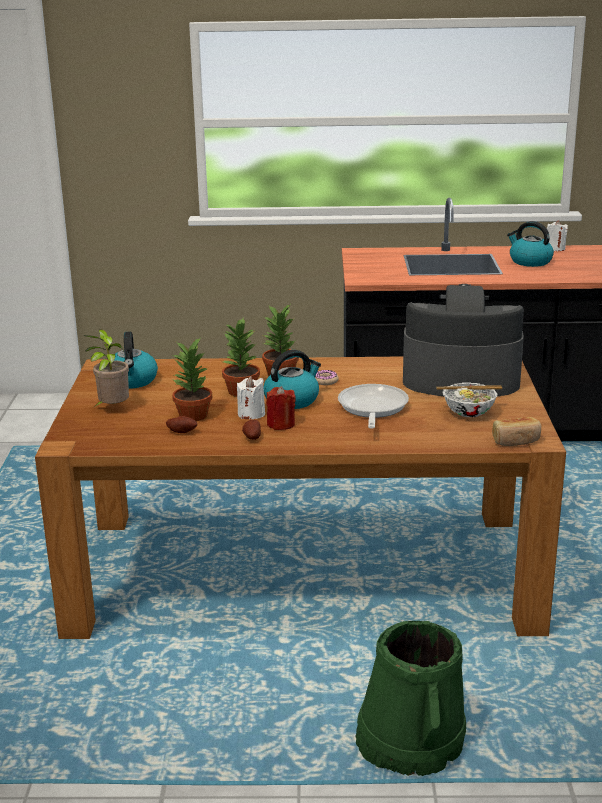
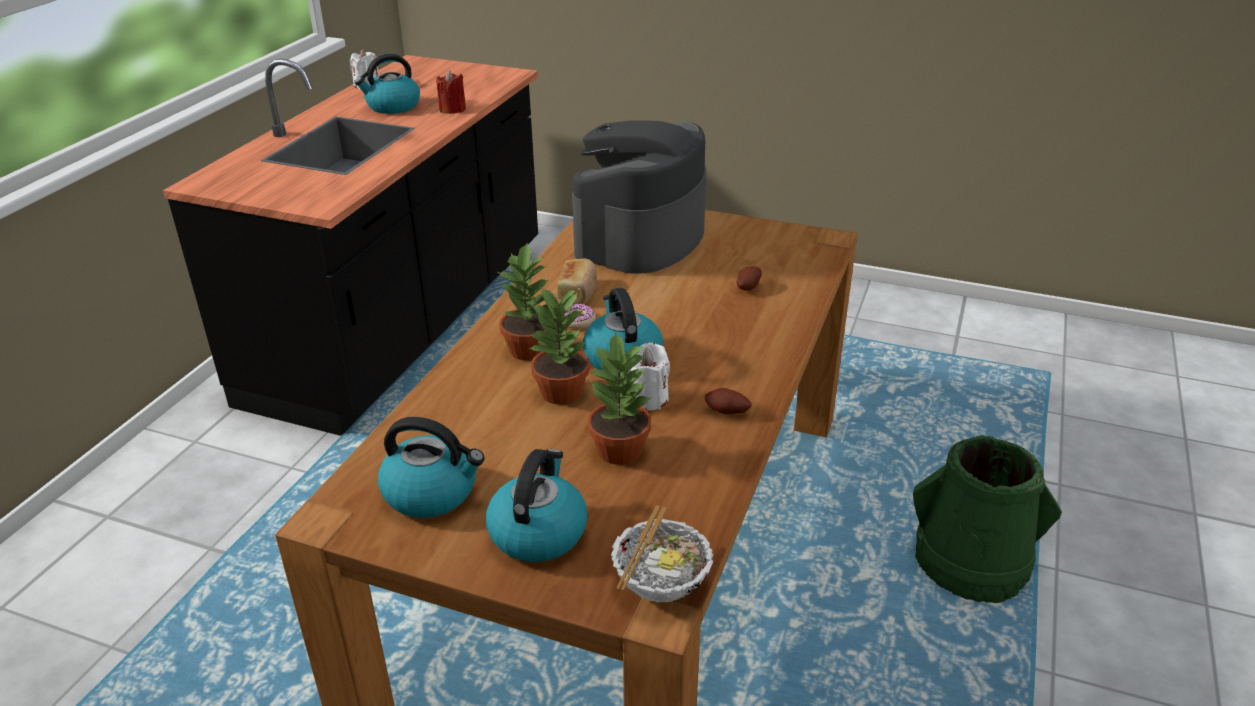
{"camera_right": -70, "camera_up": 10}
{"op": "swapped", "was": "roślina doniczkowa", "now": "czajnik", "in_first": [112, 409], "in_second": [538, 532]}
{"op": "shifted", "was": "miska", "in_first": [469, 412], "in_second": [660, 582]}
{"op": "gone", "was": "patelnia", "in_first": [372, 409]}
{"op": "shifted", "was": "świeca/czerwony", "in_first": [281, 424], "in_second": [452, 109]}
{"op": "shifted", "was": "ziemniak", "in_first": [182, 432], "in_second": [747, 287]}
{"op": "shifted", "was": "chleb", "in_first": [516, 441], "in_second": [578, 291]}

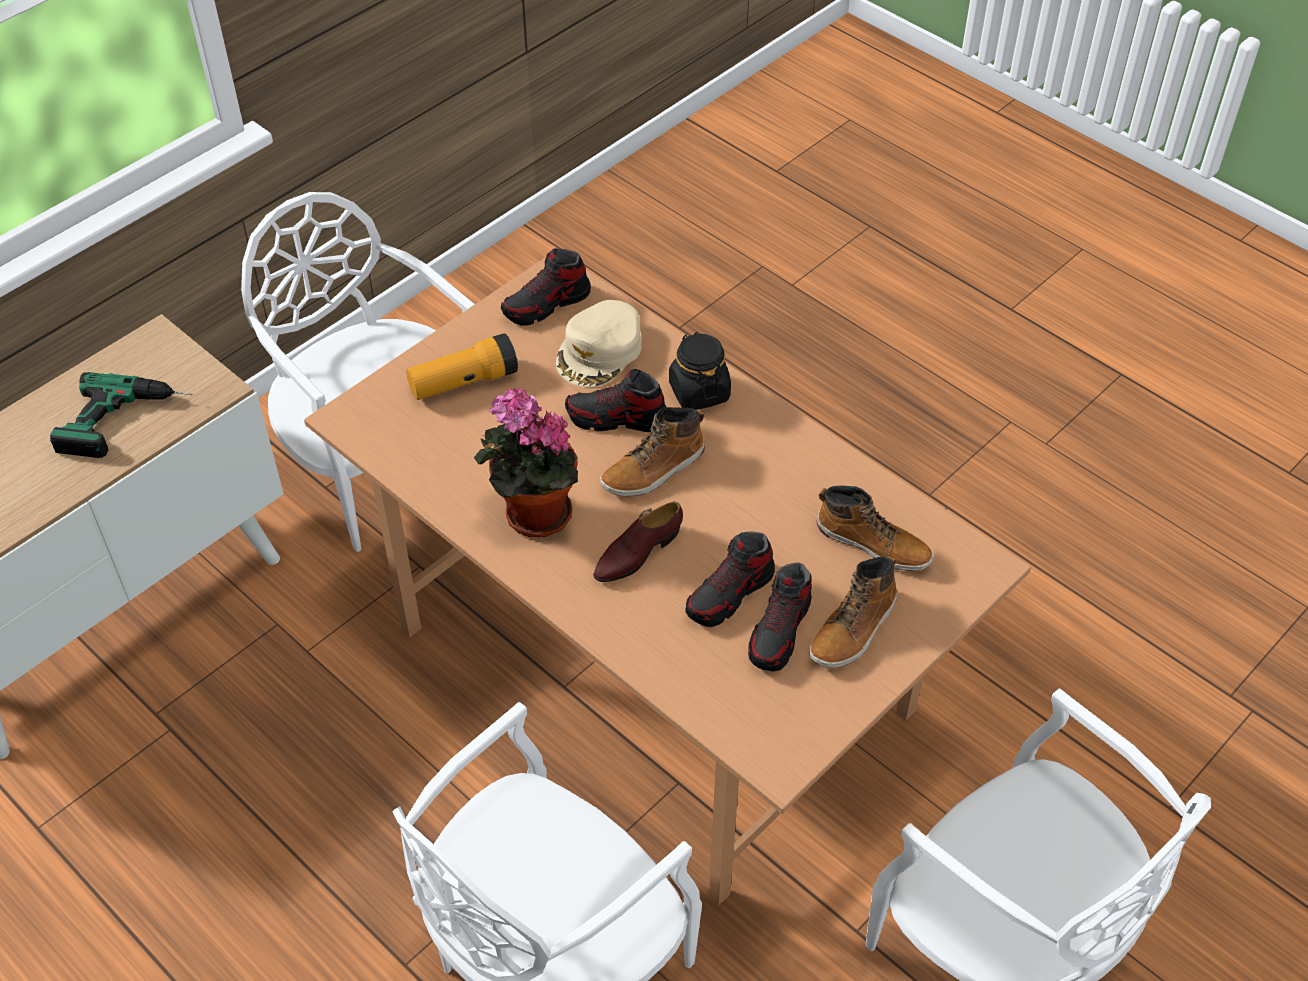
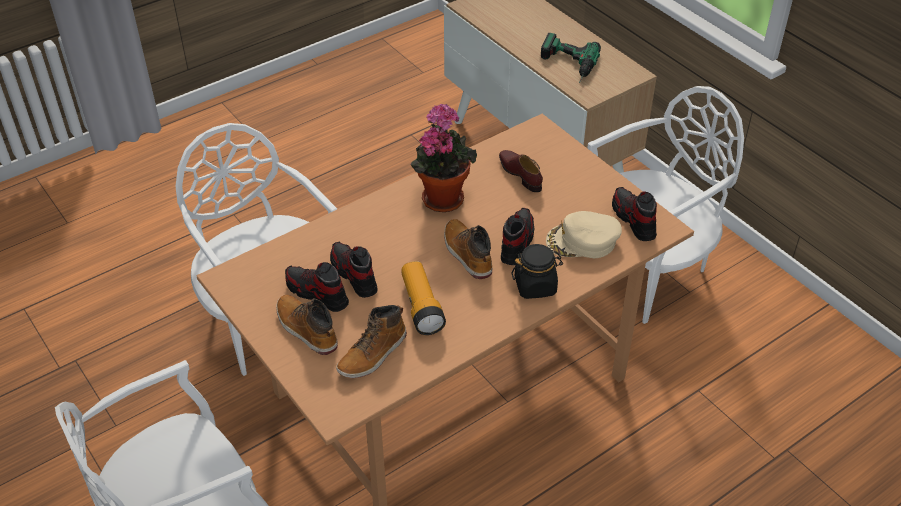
{"camera_right": 100, "camera_up": -5}
{"op": "rotated", "was": "czapka z daszkiem/beżowy", "in_first": [600, 351], "in_second": [583, 241], "clockwise": -45}
{"op": "shifted", "was": "latarka", "in_first": [464, 382], "in_second": [421, 307]}
{"op": "shifted", "was": "but/brązowy", "in_first": [637, 553], "in_second": [520, 174]}

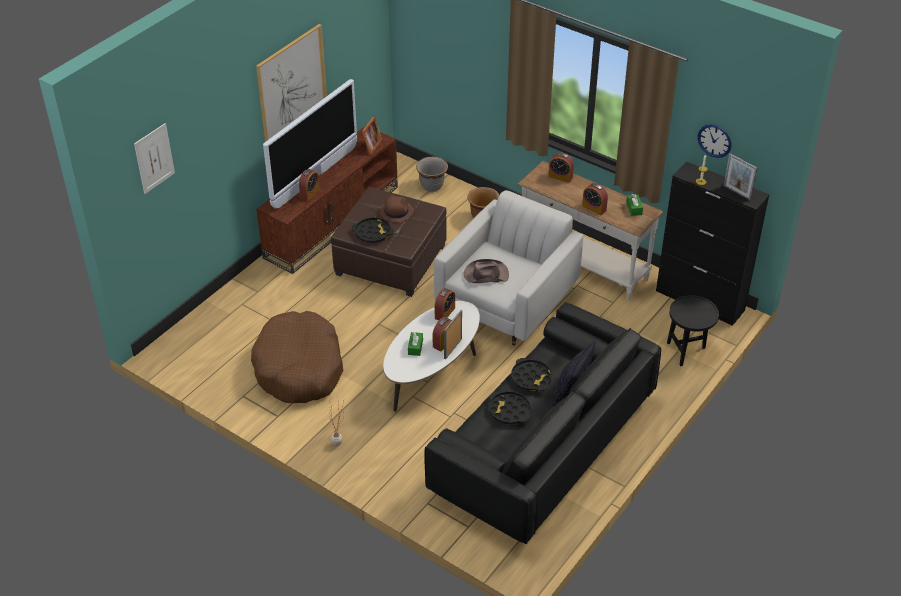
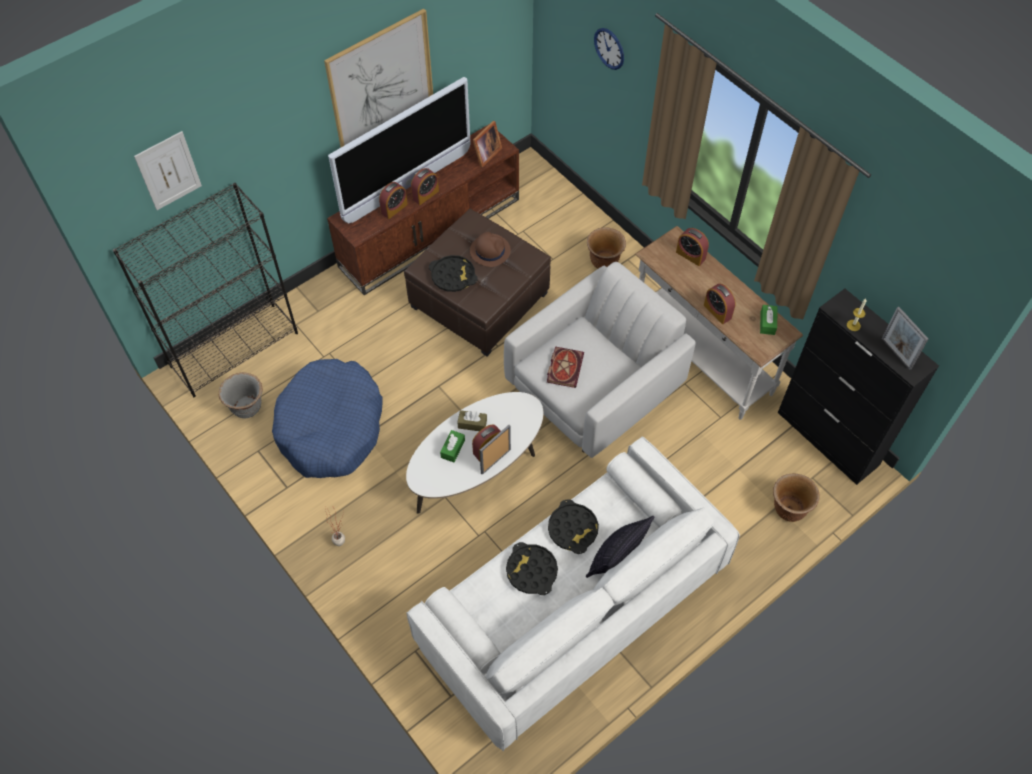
{"camera_right": 15, "camera_up": 15}
{"op": "shifted", "was": "zegar ścienny", "in_first": [714, 140], "in_second": [609, 48]}
{"op": "shifted", "was": "donica/szary", "in_first": [432, 186], "in_second": [247, 408]}
{"op": "swapped", "was": "kapelusz/brązowy", "now": "książka", "in_first": [485, 274], "in_second": [564, 367]}
{"op": "shifted", "was": "budzik", "in_first": [444, 313], "in_second": [425, 195]}
{"op": "swapped", "was": "stolik/czarny", "now": "donica/brązowy", "in_first": [687, 351], "in_second": [788, 509]}
{"op": "repainted", "was": "kanapa/czarny", "now": "kanapa/biały", "in_first": [543, 448], "in_second": [571, 608]}
{"op": "repainted", "was": "legowisko/brązowy", "now": "legowisko/niebieski", "in_first": [299, 368], "in_second": [331, 427]}
{"op": "new", "now": "regał/czarny", "in_second": [235, 349]}
{"op": "new", "now": "pudełko chusteczek/brązowy", "in_second": [472, 424]}

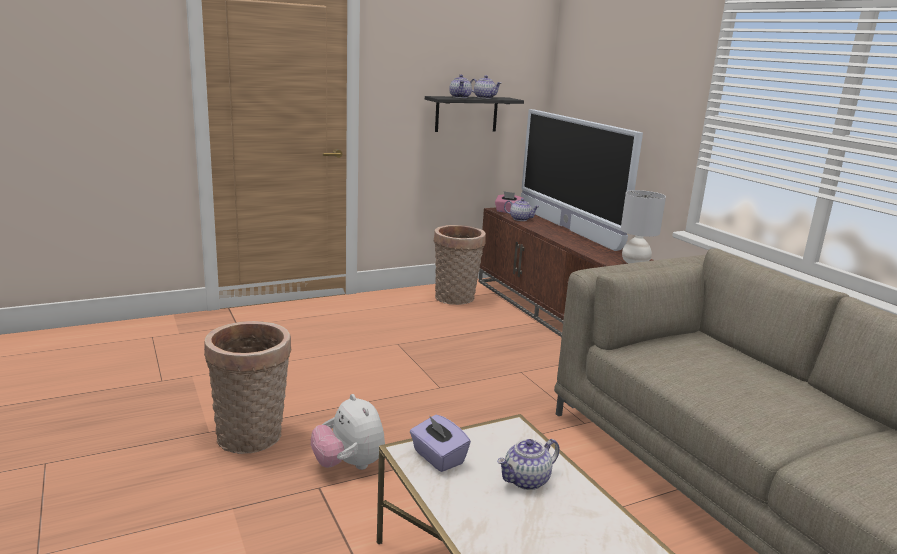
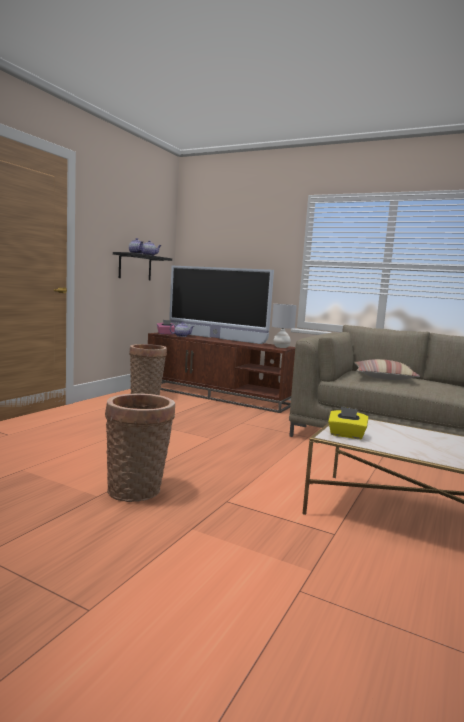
{"camera_right": -35, "camera_up": -10}
{"op": "gone", "was": "pluszak", "in_first": [349, 465]}
{"op": "repainted", "was": "pudełko chusteczek/fioletowy", "now": "pudełko chusteczek/żółty", "in_first": [437, 457], "in_second": [346, 435]}
{"op": "gone", "was": "imbryk", "in_first": [526, 480]}
{"op": "new", "now": "poduszka", "in_second": [383, 377]}

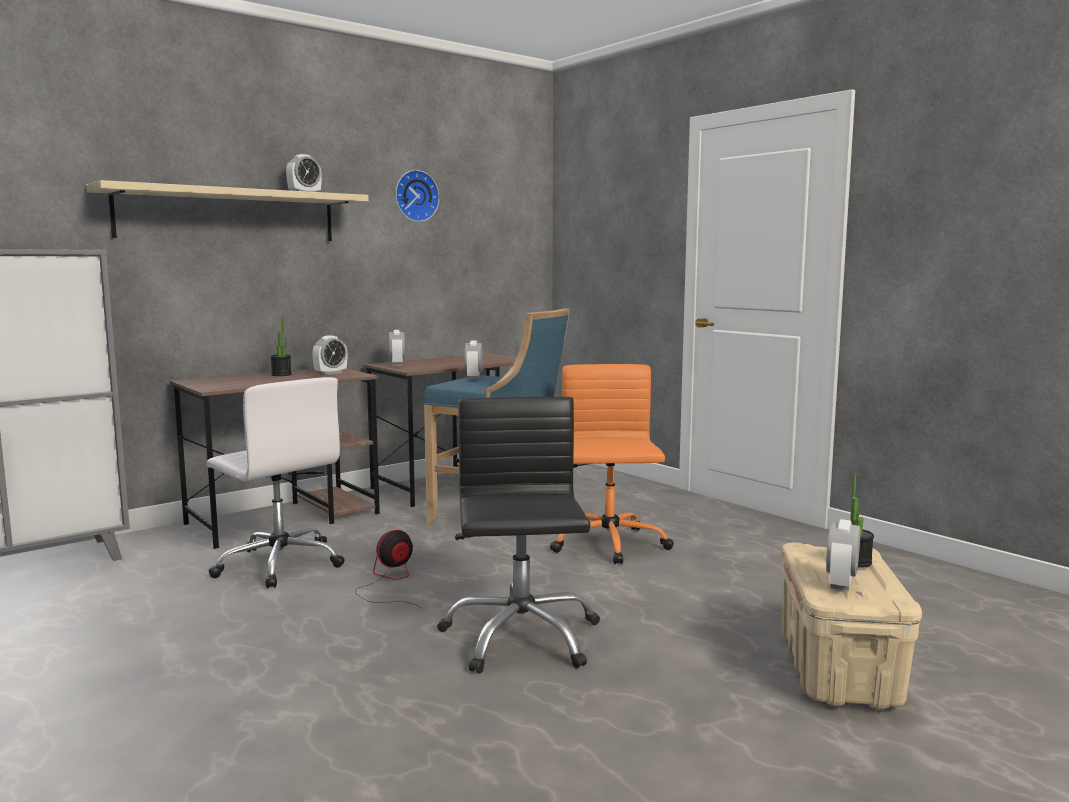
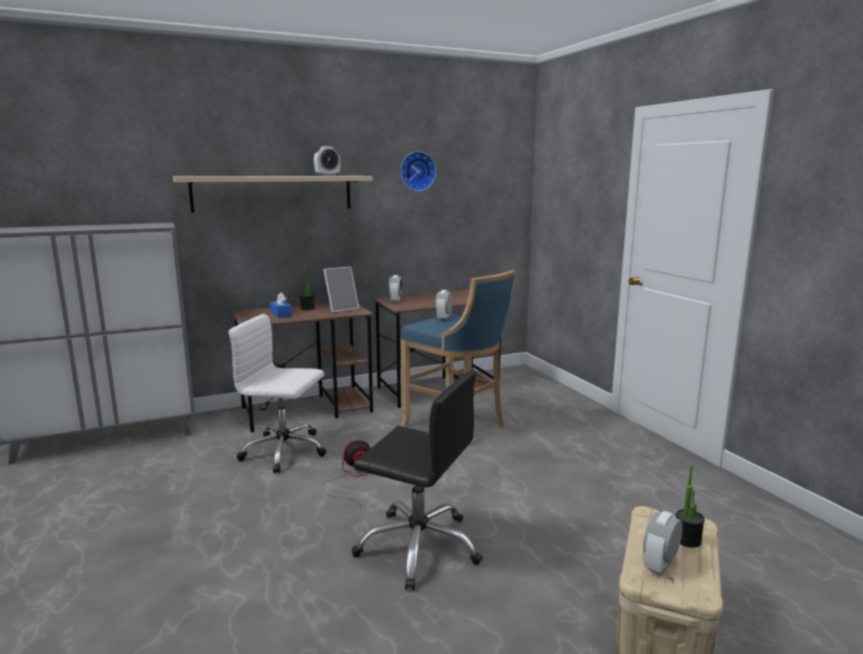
{"camera_right": 15, "camera_up": 5}
{"op": "swapped", "was": "budzik", "now": "ramka na zdjęcie", "in_first": [330, 373], "in_second": [341, 309]}
{"op": "gone", "was": "krzesło biurowe/pomarańczowy", "in_first": [609, 545]}
{"op": "rotated", "was": "krzesło biurowe/biały", "in_first": [279, 564], "in_second": [285, 451], "clockwise": 135}
{"op": "rotated", "was": "krzesło biurowe/czarny", "in_first": [520, 637], "in_second": [419, 546], "clockwise": 105}
{"op": "new", "now": "pudełko chusteczek/niebieski", "in_second": [281, 314]}

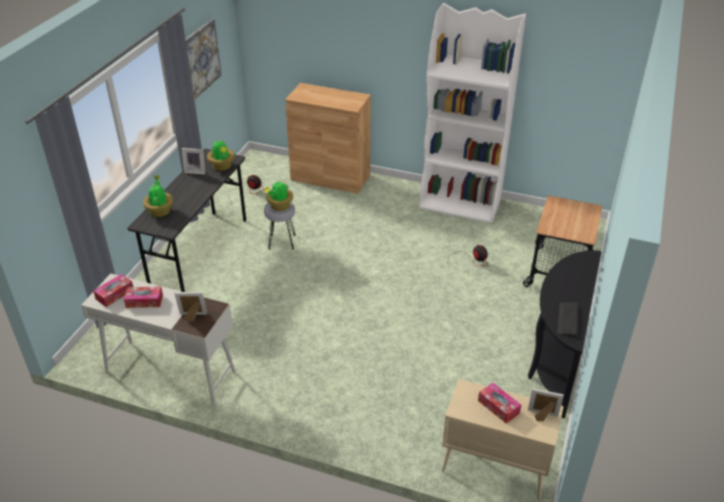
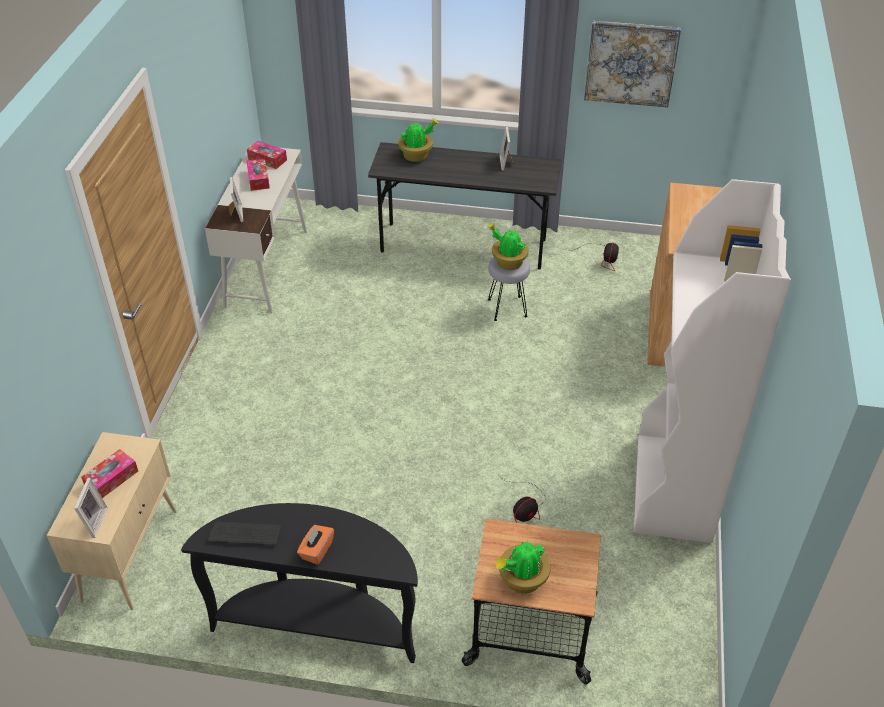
{"camera_right": 80, "camera_up": 5}
{"op": "shifted", "was": "roślina doniczkowa", "in_first": [222, 166], "in_second": [521, 581]}
{"op": "new", "now": "pudełko chusteczek/pomarańczowy", "in_second": [316, 551]}

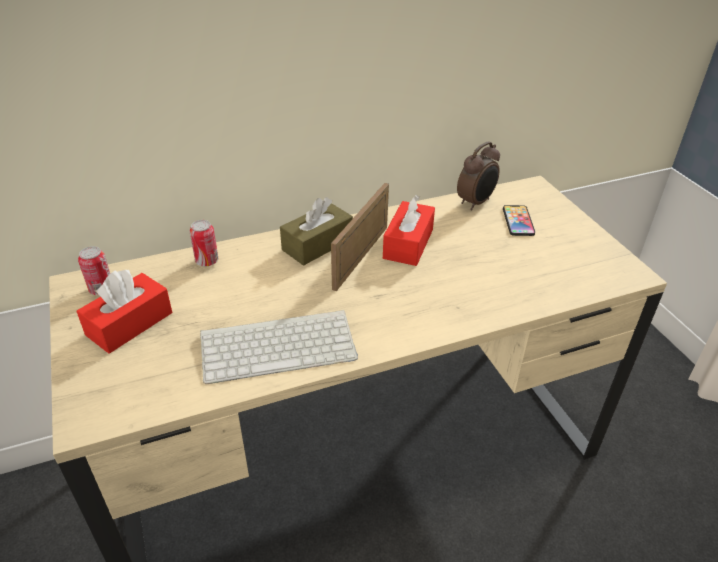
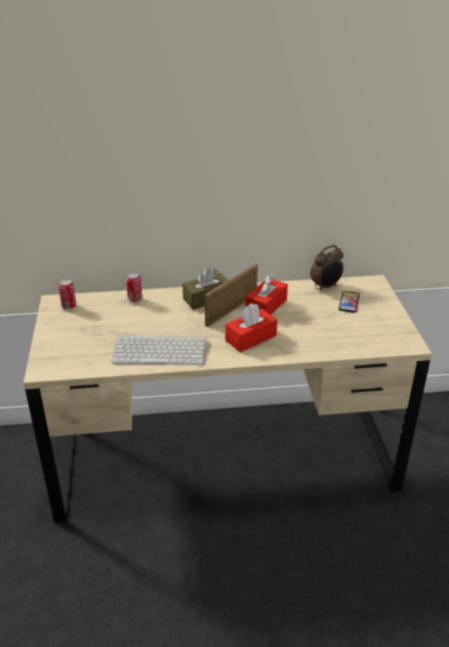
{"camera_right": 15, "camera_up": -5}
{"op": "shifted", "was": "pudełko chusteczek/czerwony", "in_first": [129, 324], "in_second": [251, 338]}

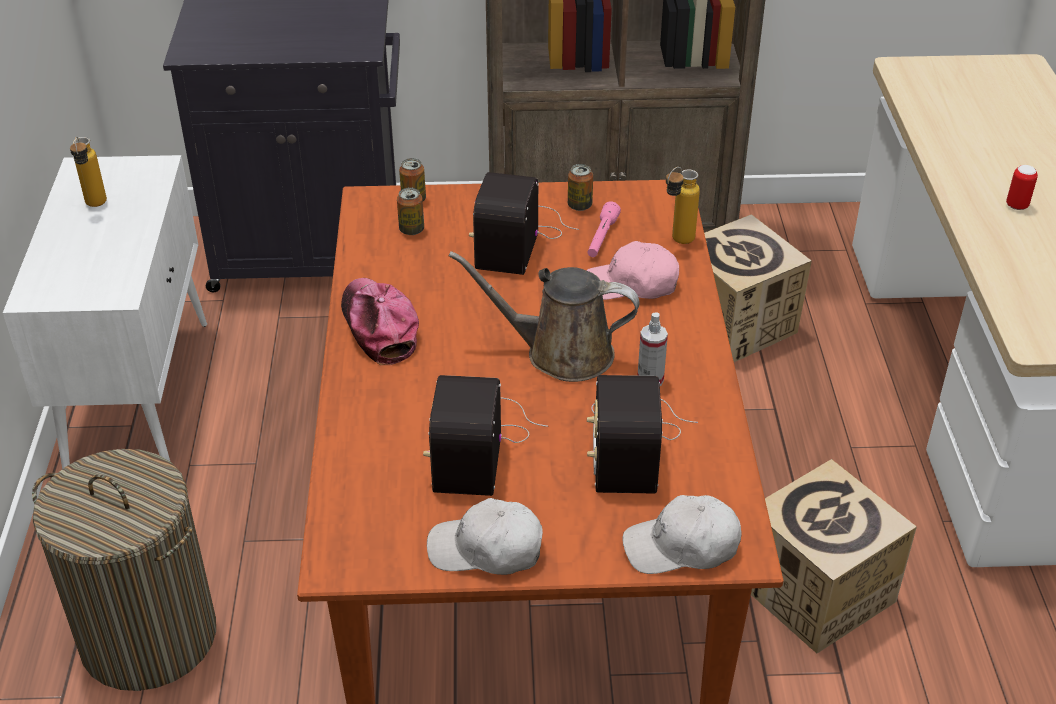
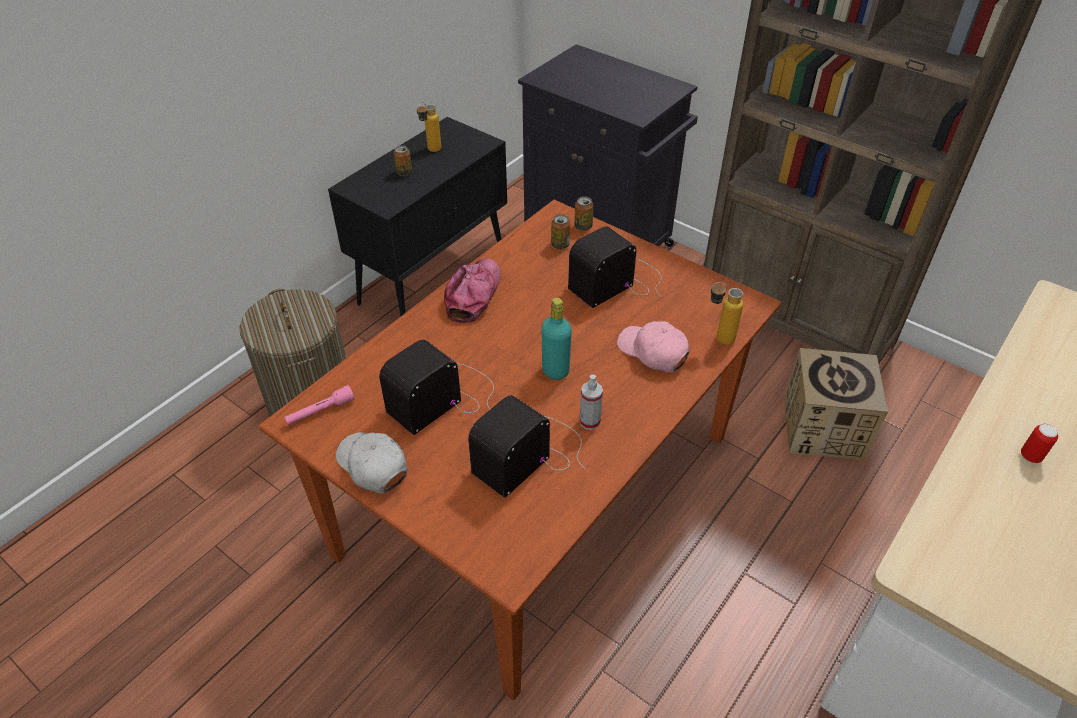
{"camera_right": 40, "camera_up": 5}
{"op": "repainted", "was": "szafka/biały", "now": "szafka/czarny", "in_first": [140, 396], "in_second": [434, 278]}
{"op": "shifted", "was": "puszka", "in_first": [579, 205], "in_second": [404, 173]}
{"op": "shifted", "was": "latarka/różowy", "in_first": [601, 238], "in_second": [320, 411]}
{"op": "swapped", "was": "konewka/brązowy", "now": "butelka/turkusowy", "in_first": [560, 353], "in_second": [555, 371]}
{"op": "gone", "was": "karton", "in_first": [816, 592]}
{"op": "gone", "was": "czapka z daszkiem/biały", "in_first": [682, 547]}

